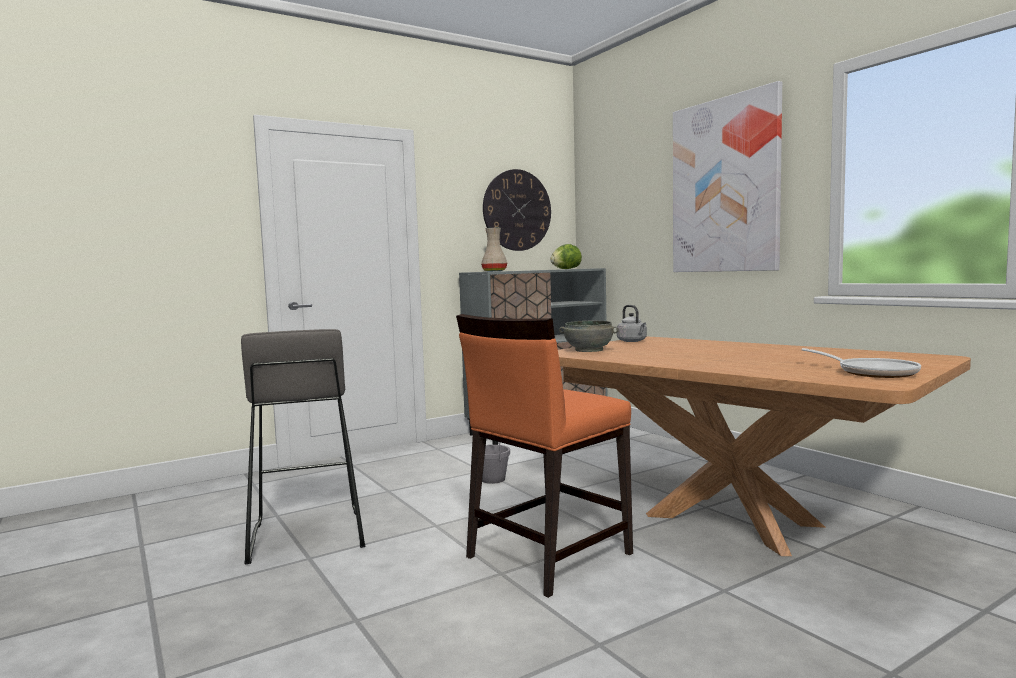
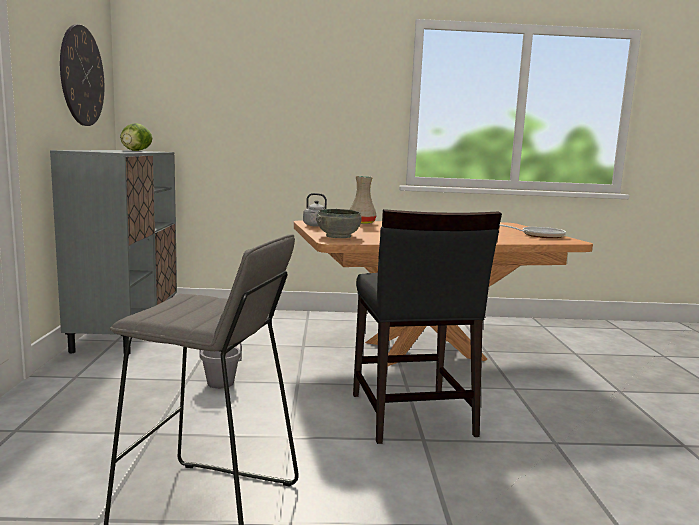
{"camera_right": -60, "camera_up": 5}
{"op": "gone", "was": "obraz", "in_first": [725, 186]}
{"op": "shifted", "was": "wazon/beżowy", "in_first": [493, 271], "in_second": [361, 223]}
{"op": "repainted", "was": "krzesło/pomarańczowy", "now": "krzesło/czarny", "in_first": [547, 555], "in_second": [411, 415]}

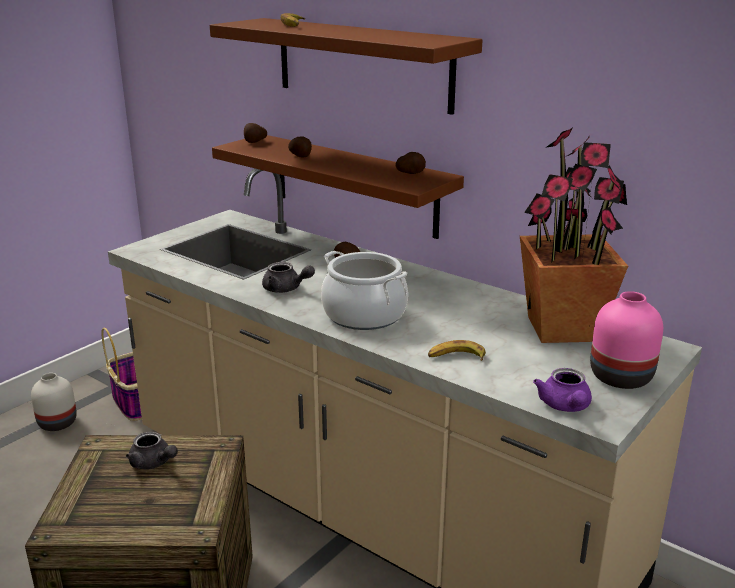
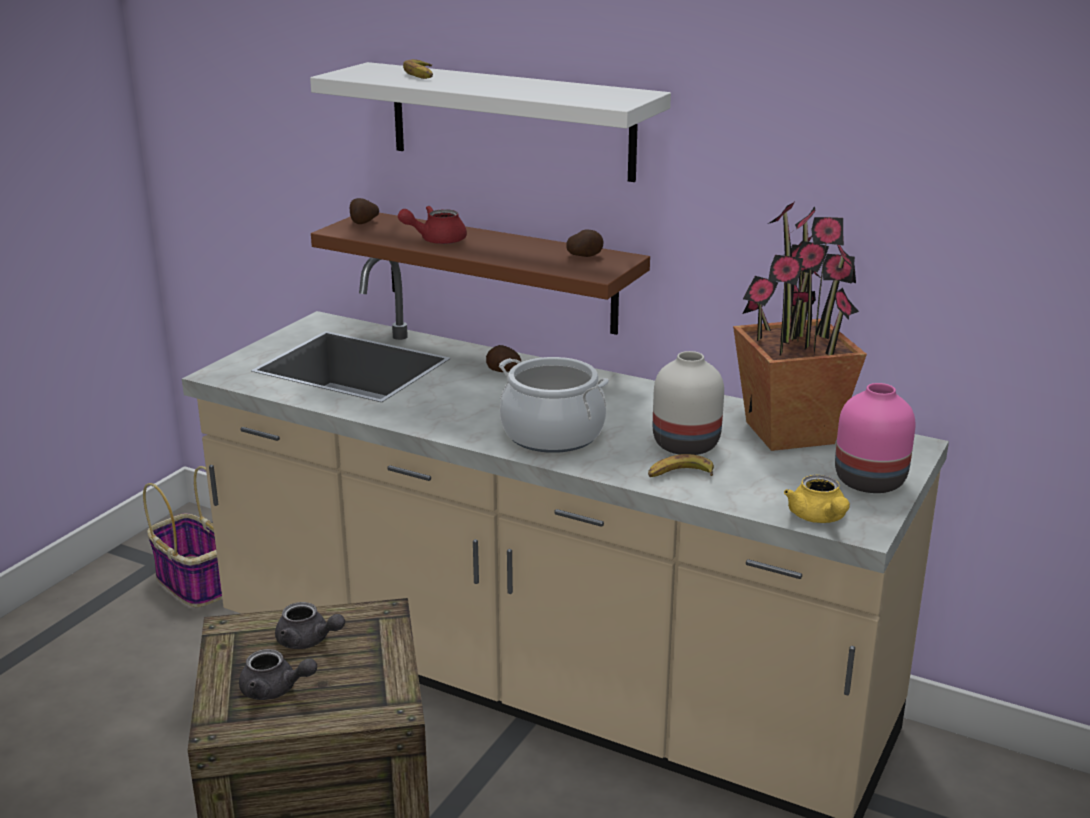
{"camera_right": -10, "camera_up": 0}
{"op": "repainted", "was": "półka/brązowy", "now": "półka/biały", "in_first": [362, 64], "in_second": [511, 121]}
{"op": "swapped", "was": "ziemniak", "now": "imbryk/czerwony", "in_first": [301, 156], "in_second": [436, 240]}
{"op": "shifted", "was": "imbryk/szary", "in_first": [286, 289], "in_second": [275, 690]}
{"op": "repainted", "was": "imbryk/fioletowy", "now": "imbryk/żółty", "in_first": [565, 406], "in_second": [819, 518]}
{"op": "shifted", "was": "wazon/biały", "in_first": [56, 423], "in_second": [684, 444]}

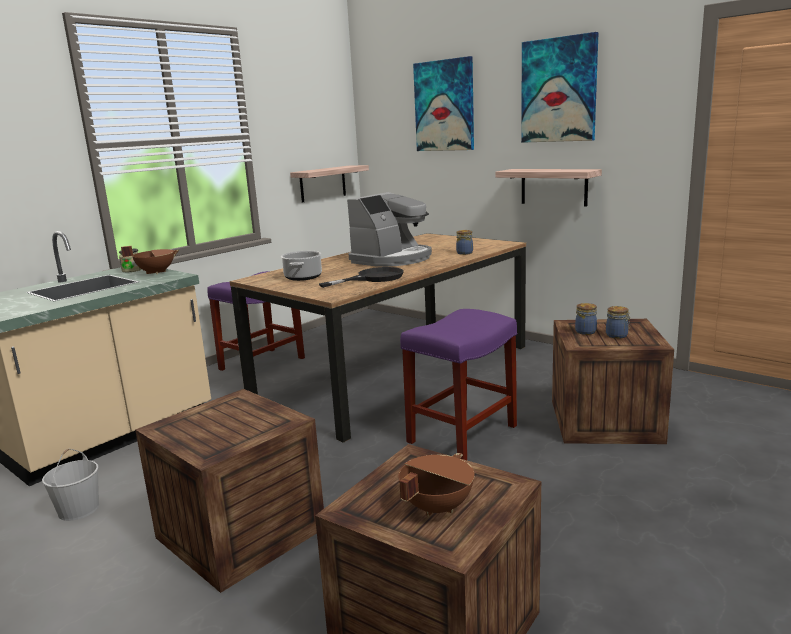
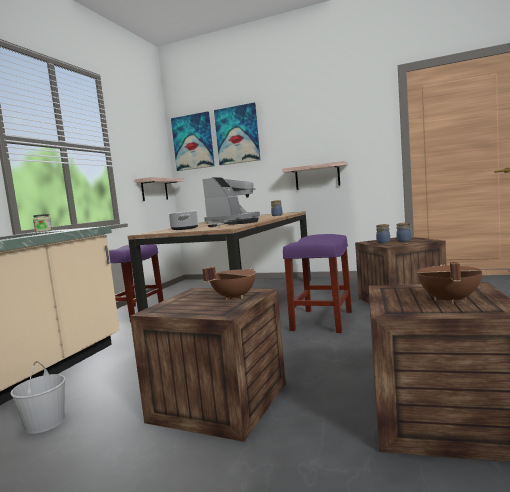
{"camera_right": -20, "camera_up": -10}
{"op": "shifted", "was": "obraz", "in_first": [559, 90], "in_second": [193, 142]}
{"op": "shifted", "was": "garnek/brązowy", "in_first": [156, 272], "in_second": [233, 297]}

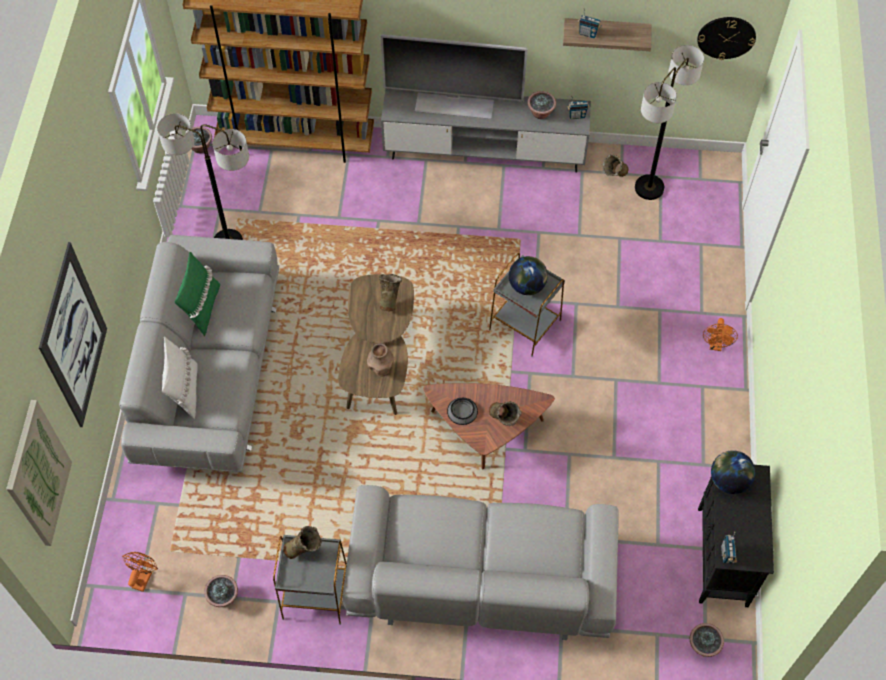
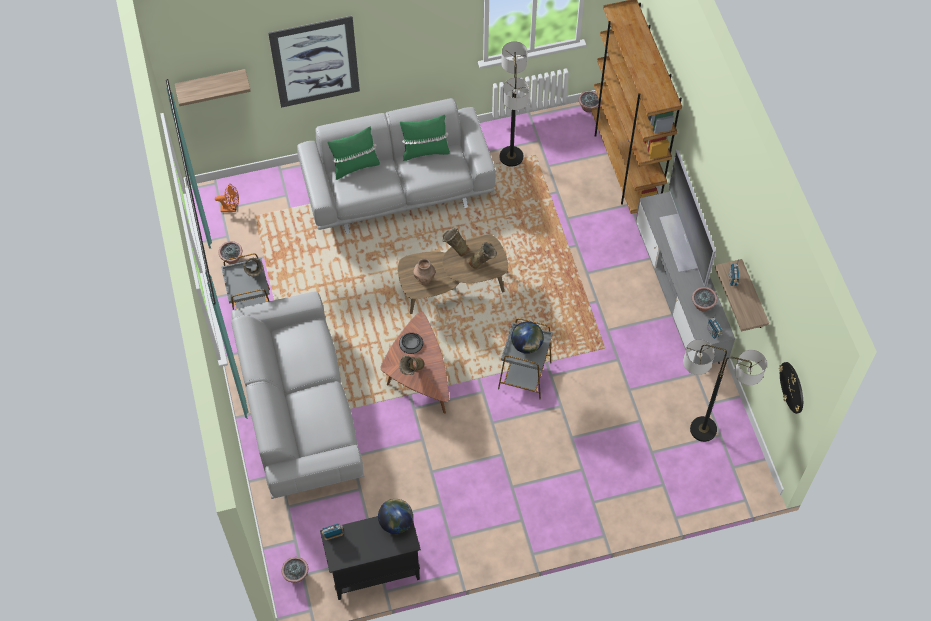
{"camera_right": 70, "camera_up": 0}
{"op": "shifted", "was": "wazon/beżowy", "in_first": [613, 178], "in_second": [455, 250]}
{"op": "gone", "was": "wentylator/pomarańczowy", "in_first": [716, 345]}
{"op": "repainted", "was": "poduszka/biały", "now": "poduszka/zielony", "in_first": [185, 391], "in_second": [355, 166]}
{"op": "swapped", "was": "obraz", "now": "półka", "in_first": [38, 474], "in_second": [211, 83]}

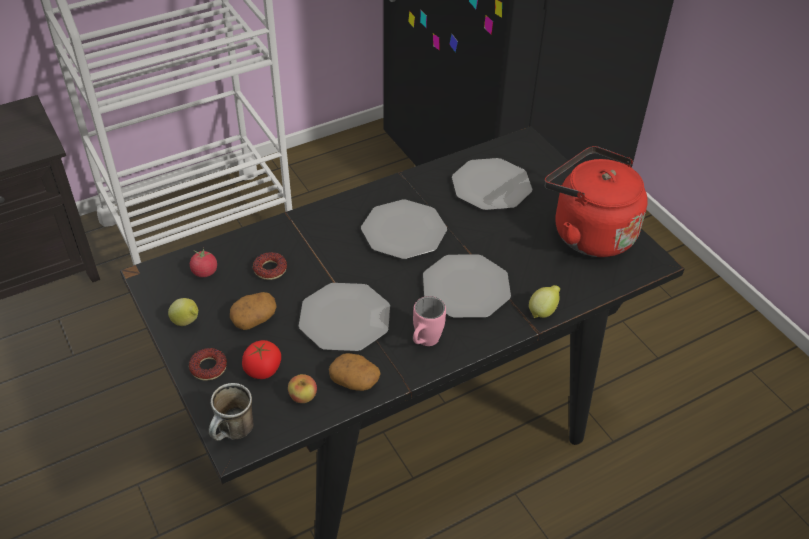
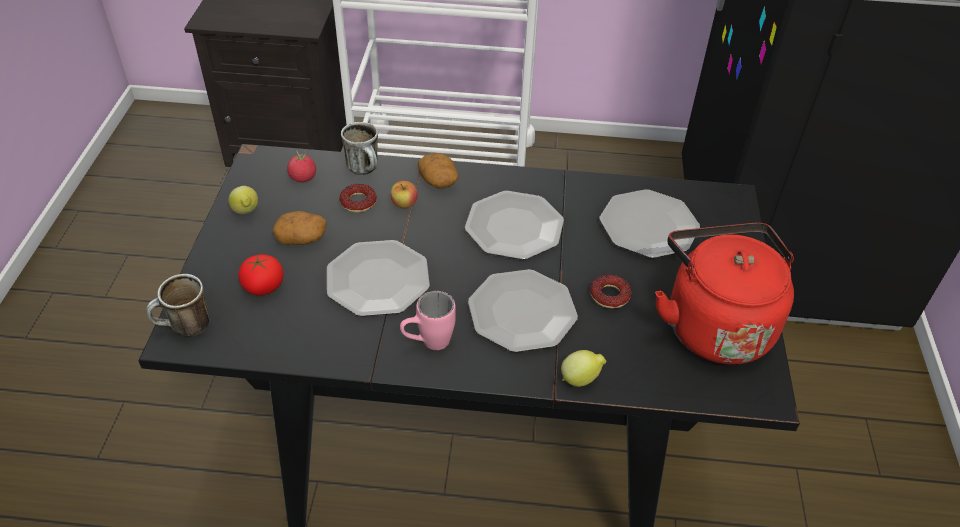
{"camera_right": 35, "camera_up": 0}
{"op": "shifted", "was": "donut", "in_first": [208, 367], "in_second": [609, 295]}
{"op": "shifted", "was": "ziemniak", "in_first": [355, 380], "in_second": [439, 181]}
{"op": "shifted", "was": "jabłko", "in_first": [303, 397], "in_second": [404, 204]}
{"op": "new", "now": "kubek", "in_second": [366, 170]}

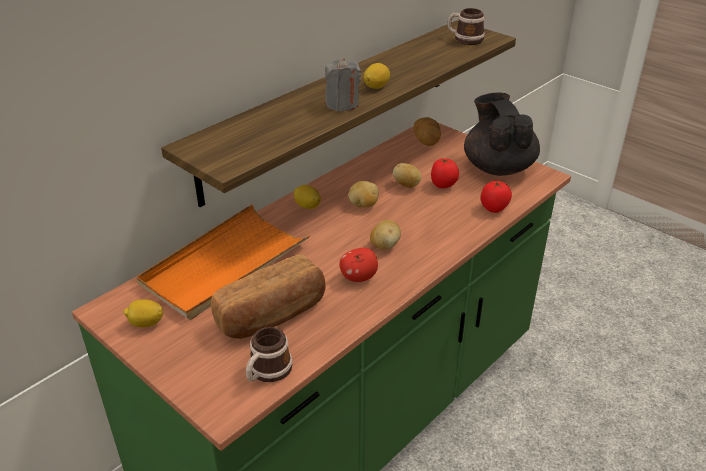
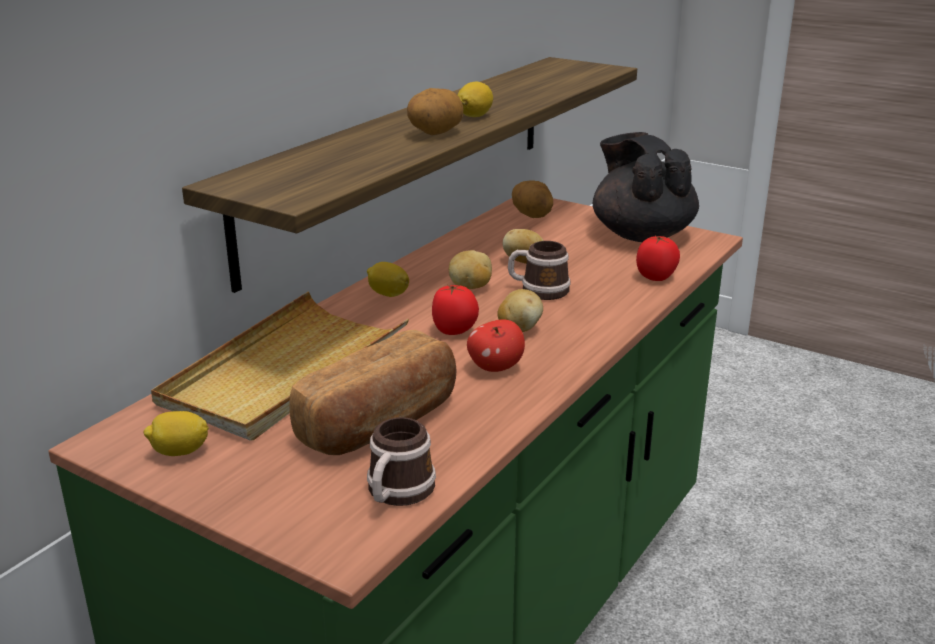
{"camera_right": -10, "camera_up": -10}
{"op": "shifted", "was": "kubek", "in_first": [464, 39], "in_second": [538, 290]}
{"op": "swapped", "was": "świeca/szary", "now": "ziemniak", "in_first": [342, 104], "in_second": [435, 133]}
{"op": "shifted", "was": "pomidor", "in_first": [443, 185], "in_second": [454, 331]}
{"op": "repainted", "was": "taca/pomarańczowy", "now": "taca/beżowy", "in_first": [224, 265], "in_second": [285, 371]}

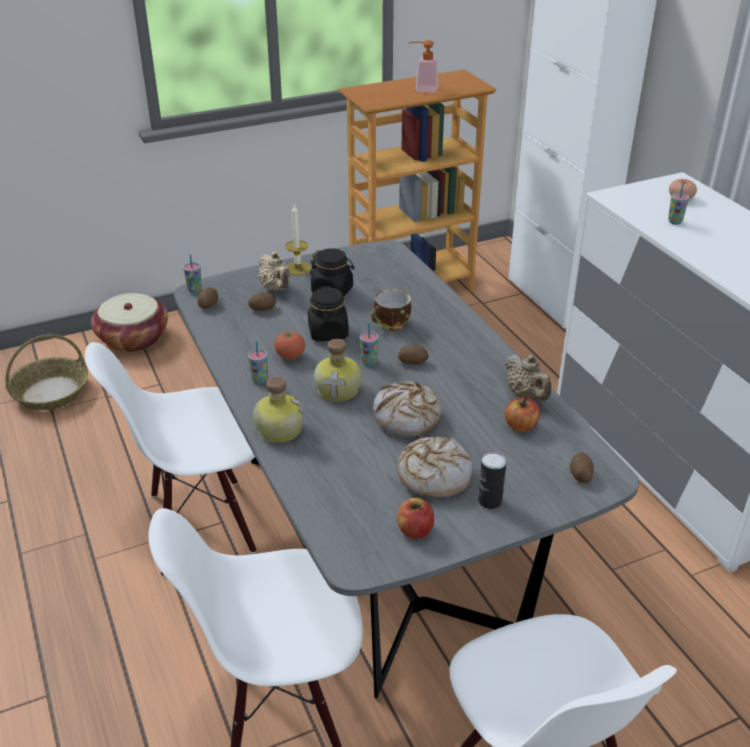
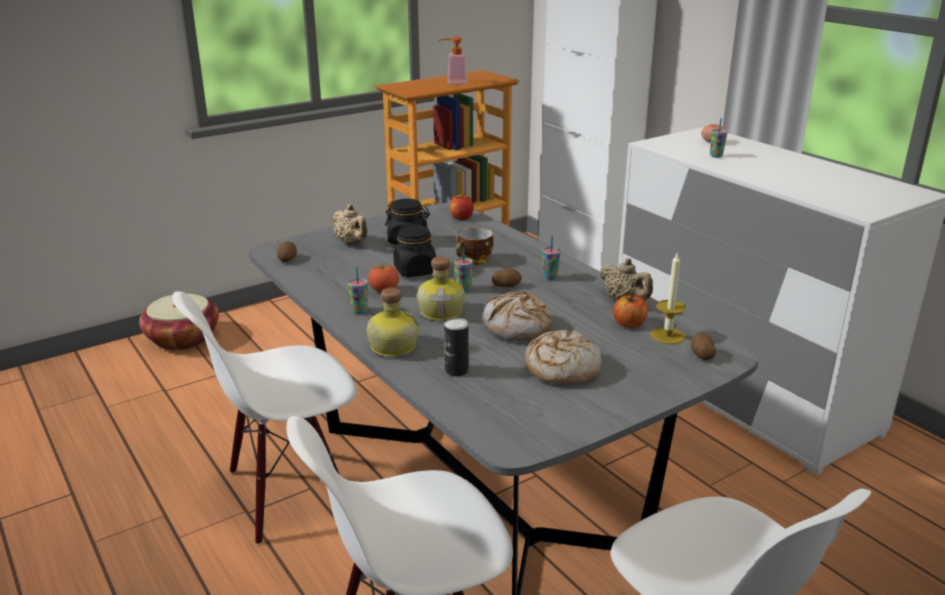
{"camera_right": -10, "camera_up": -10}
{"op": "shifted", "was": "świeca", "in_first": [297, 268], "in_second": [667, 336]}
{"op": "shifted", "was": "filiżanka", "in_first": [194, 290], "in_second": [550, 277]}
{"op": "gone", "was": "ziemniak", "in_first": [263, 309]}
{"op": "gone", "was": "koszyk", "in_first": [51, 392]}
{"op": "shifted", "was": "puszka", "in_first": [490, 501], "in_second": [456, 371]}
{"op": "shifted", "was": "jabłko", "in_first": [415, 530], "in_second": [461, 217]}

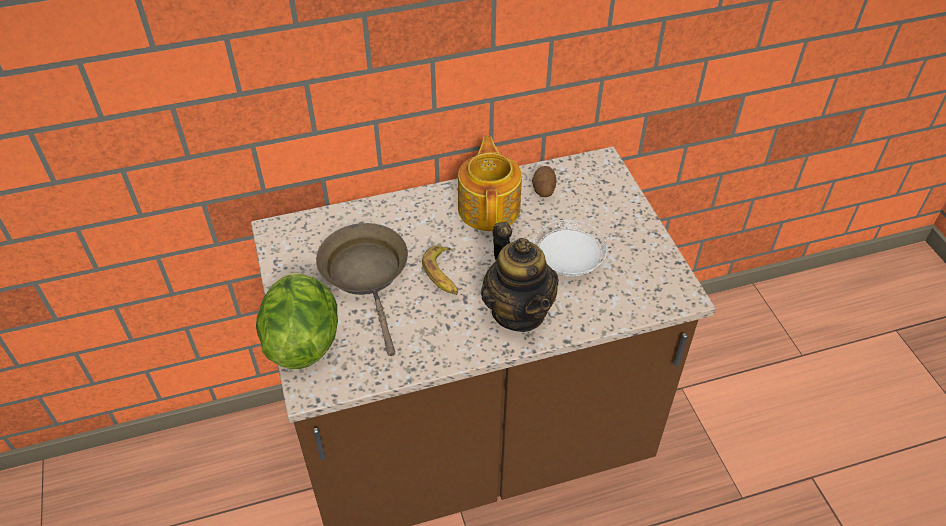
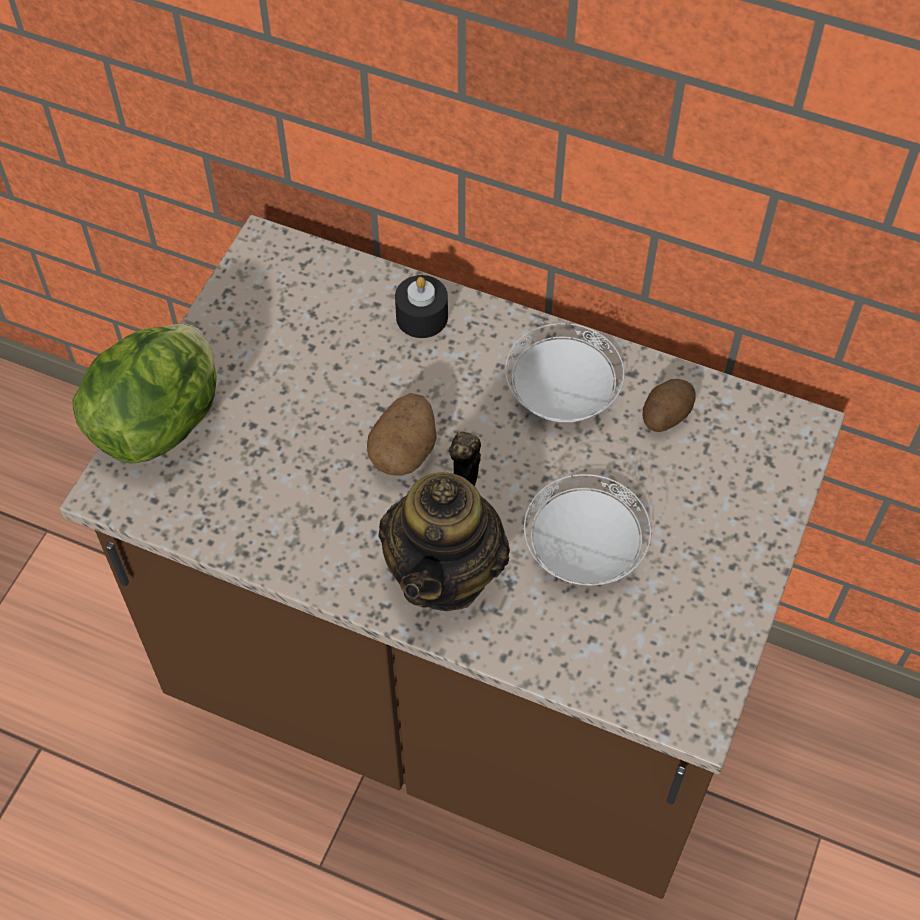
{"camera_right": 40, "camera_up": 10}
{"op": "swapped", "was": "imbryk", "now": "talerz/biały", "in_first": [490, 208], "in_second": [561, 394]}
{"op": "gone", "was": "patelnia/brązowy", "in_first": [367, 275]}
{"op": "swapped", "was": "banan", "now": "ziemniak", "in_first": [443, 275], "in_second": [404, 450]}
{"op": "new", "now": "świeca/czarny", "in_second": [422, 317]}

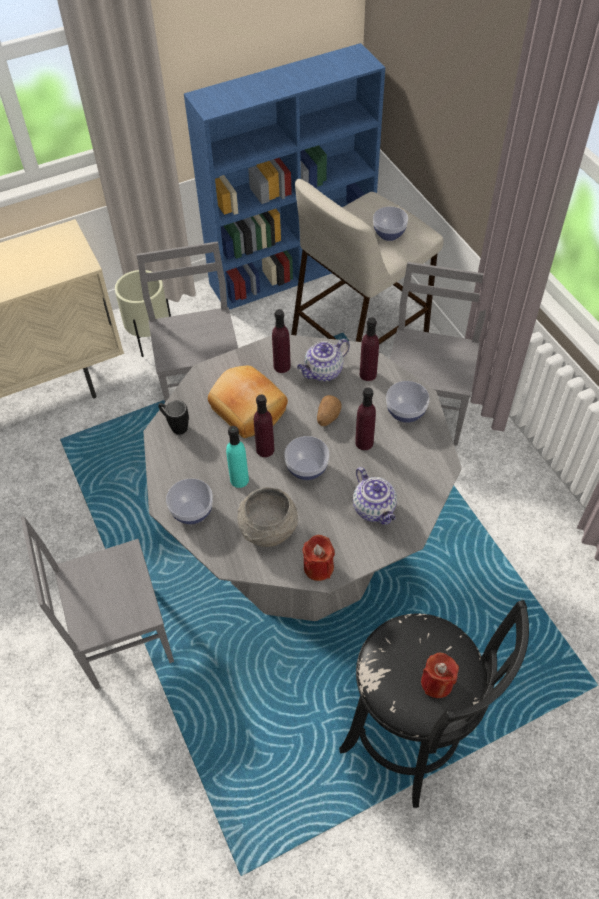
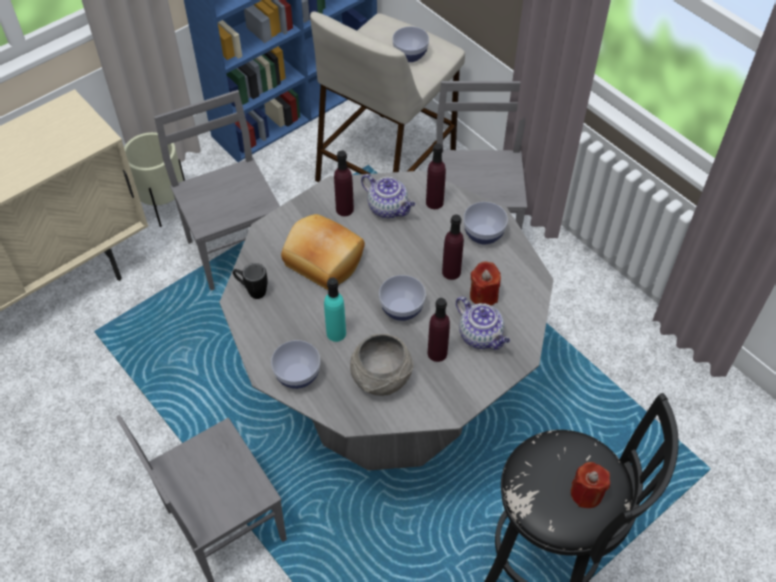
{"camera_right": -15, "camera_up": 0}
{"op": "rotated", "was": "imbryk", "in_first": [323, 372], "in_second": [388, 208], "clockwise": -90}
{"op": "shifted", "was": "butelka/fioletowy", "in_first": [265, 449], "in_second": [437, 353]}
{"op": "gone", "was": "ziemniak", "in_first": [327, 417]}
{"op": "shifted", "was": "świeca/czerwony", "in_first": [318, 567], "in_second": [483, 295]}

